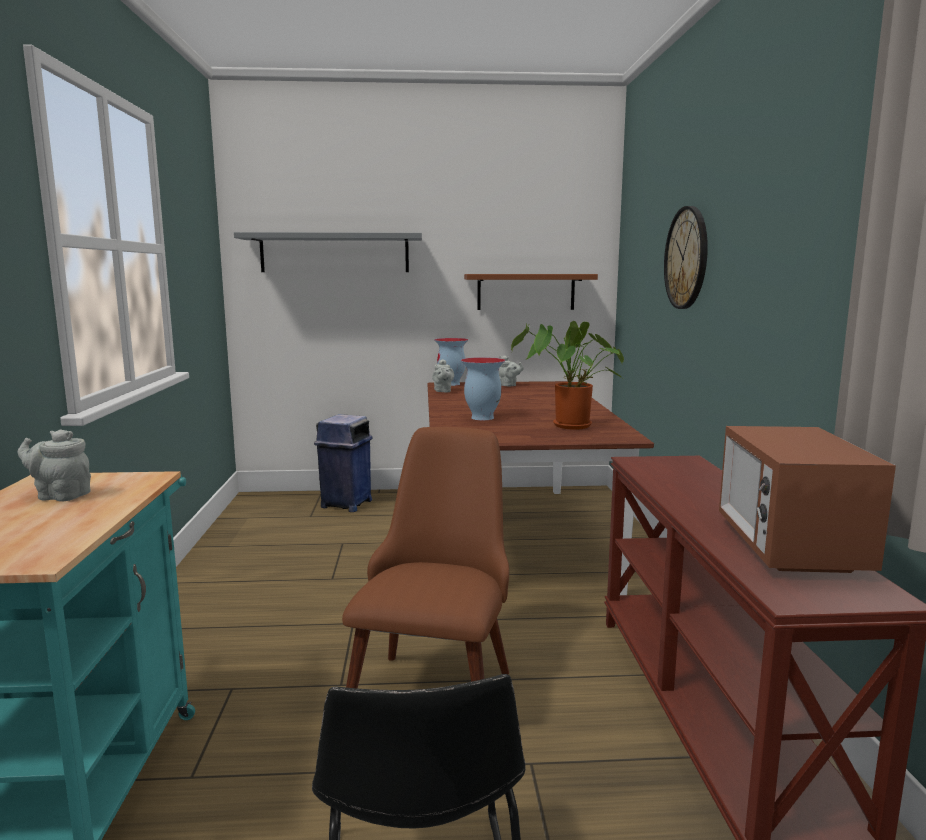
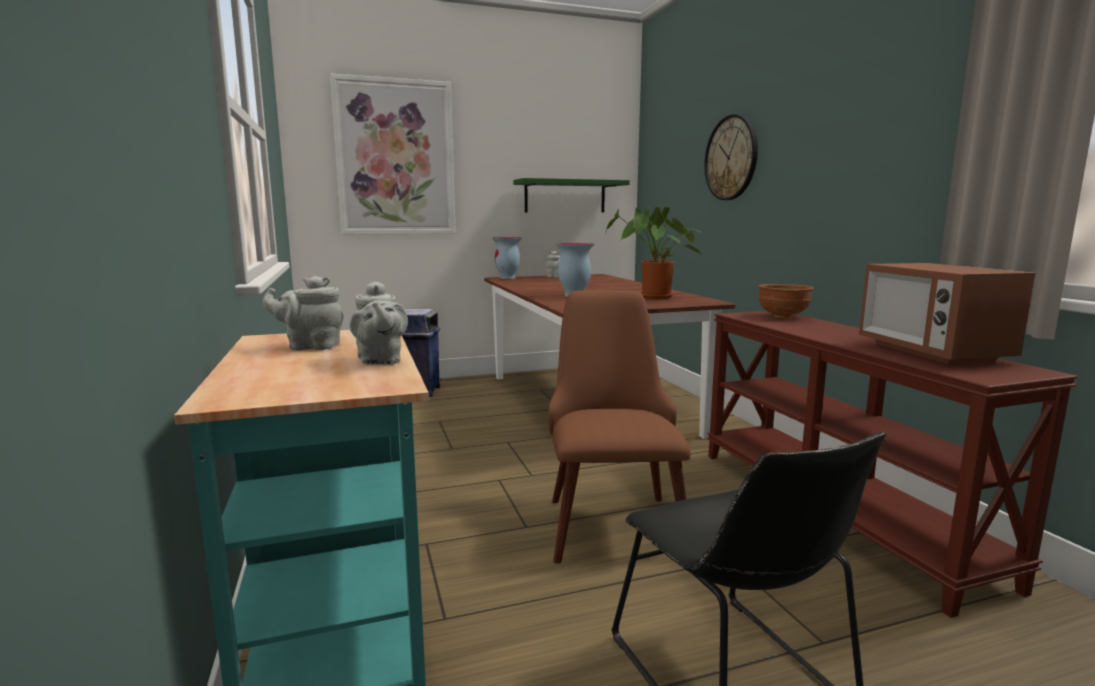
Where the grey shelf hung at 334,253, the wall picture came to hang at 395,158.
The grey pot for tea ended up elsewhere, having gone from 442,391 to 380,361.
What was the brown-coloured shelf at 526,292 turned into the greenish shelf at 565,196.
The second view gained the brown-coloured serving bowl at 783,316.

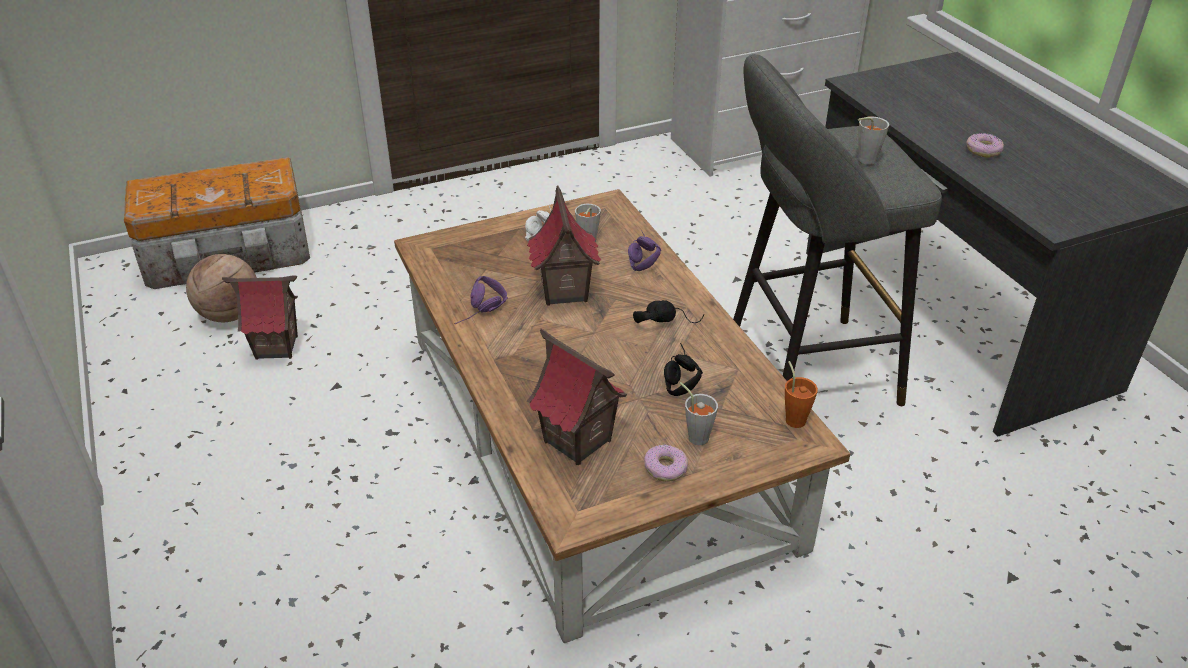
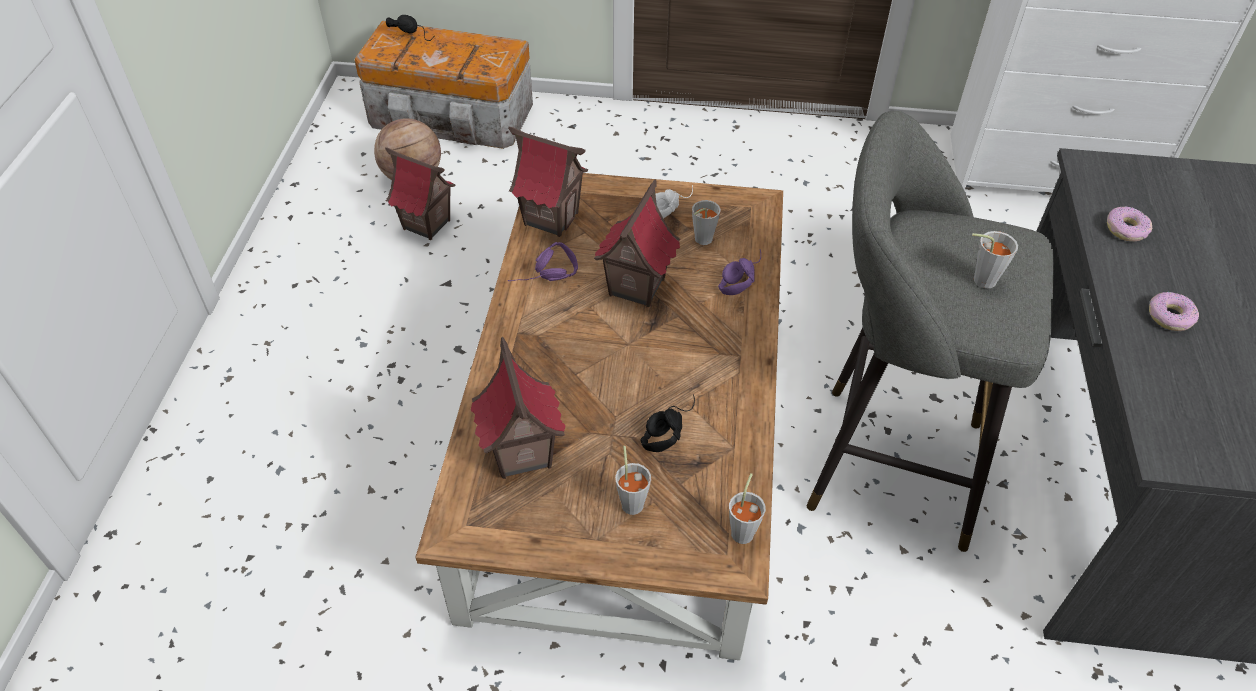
The black-coloured headset ended up elsewhere, having gone from 666,321 to 413,34.
The ring doughnut ended up elsewhere, having gone from 665,468 to 1126,229.
What was the orange-coloured cup at 794,417 turned into the grey cup at 744,529.
The second view gained the toy house at 551,218.

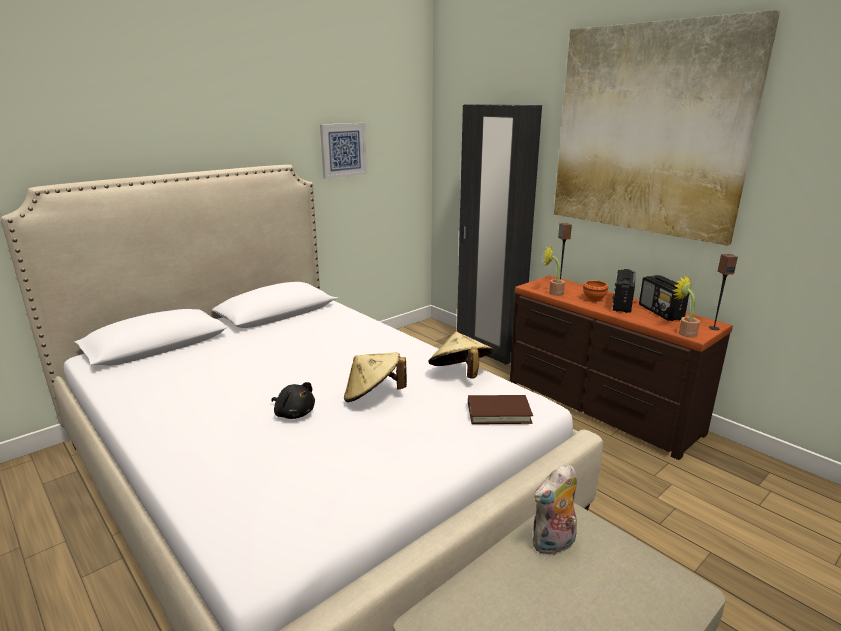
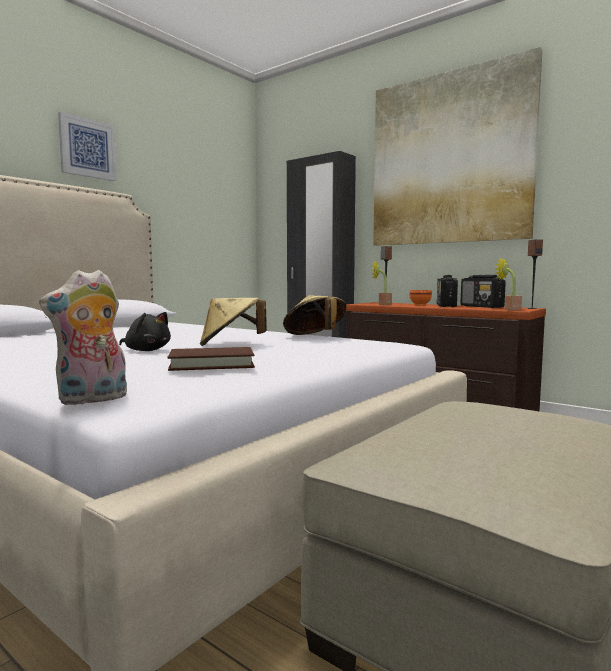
The wall picture ended up elsewhere, having gone from 343,150 to 87,148.
The brown-coloured book ended up elsewhere, having gone from 498,412 to 211,364.
The soft toy ended up elsewhere, having gone from 553,545 to 92,400.

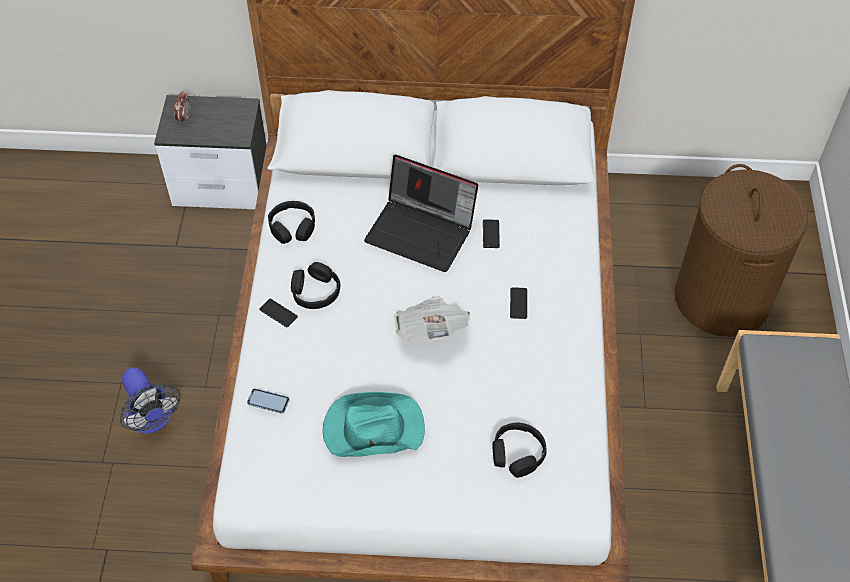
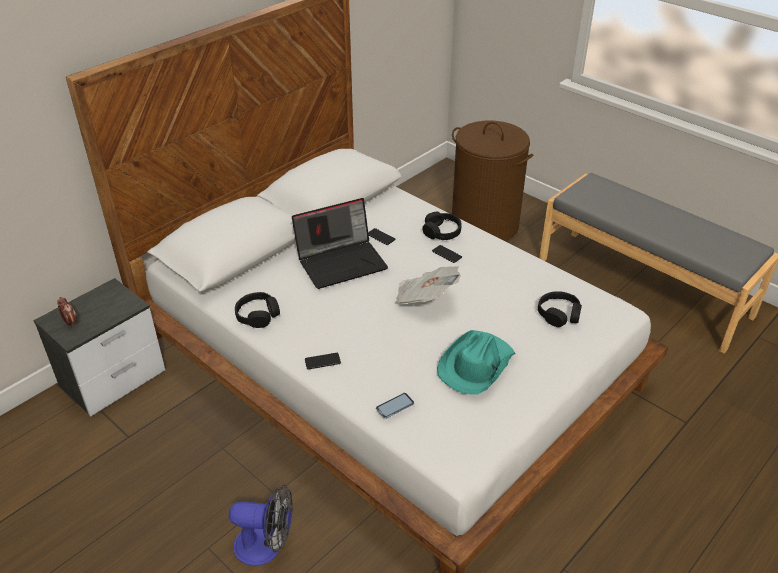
The black-coloured headset ended up elsewhere, having gone from 315,291 to 442,232.

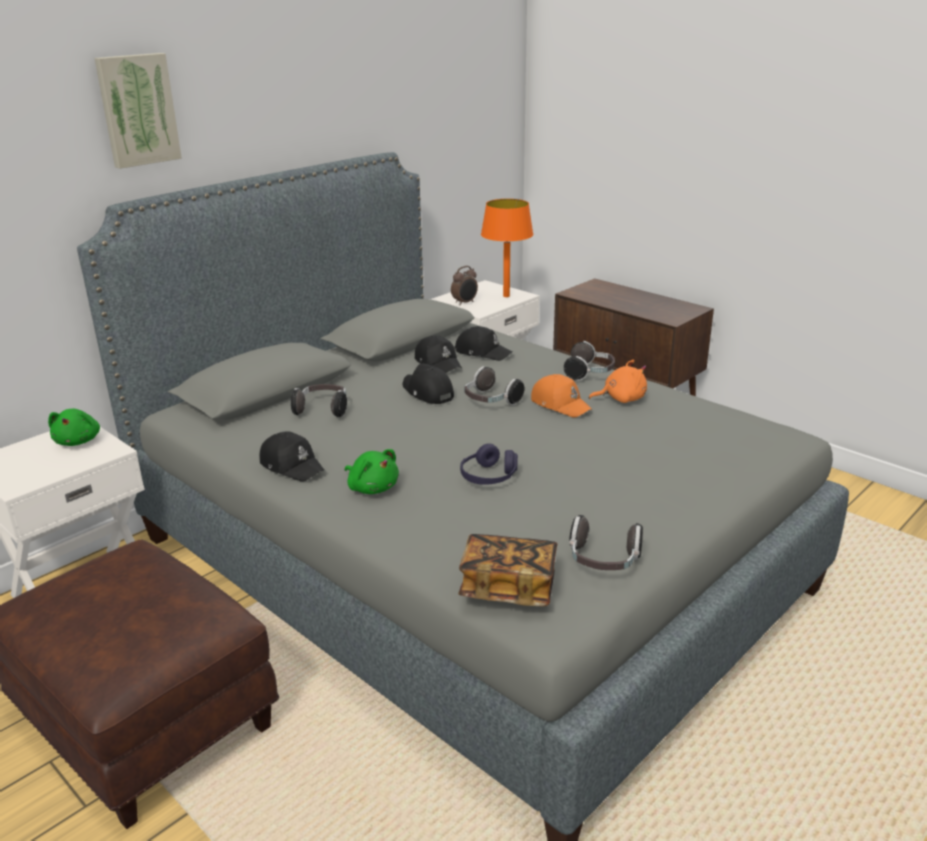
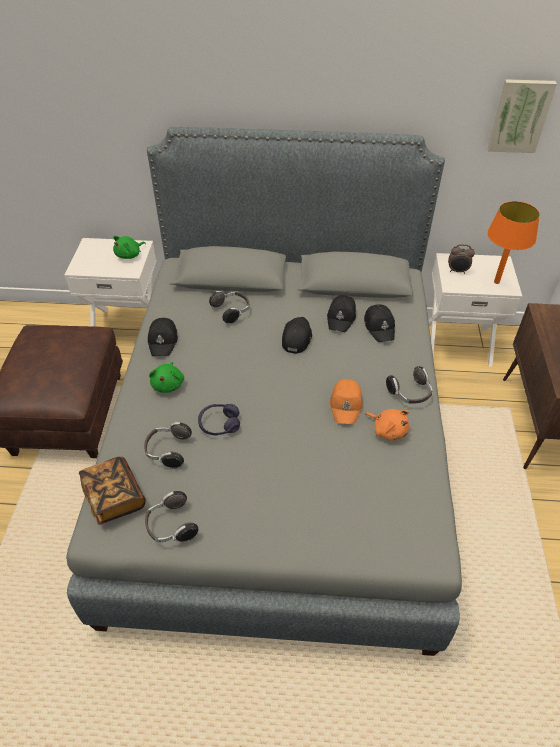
The wall picture ended up elsewhere, having gone from 137,110 to 519,116.
The headset ended up elsewhere, having gone from 490,401 to 168,451.

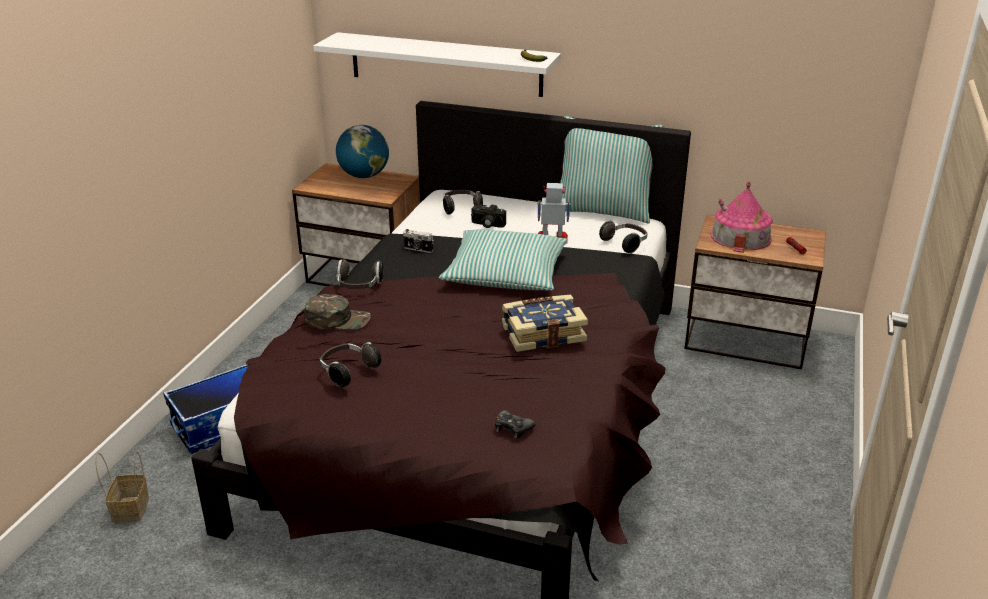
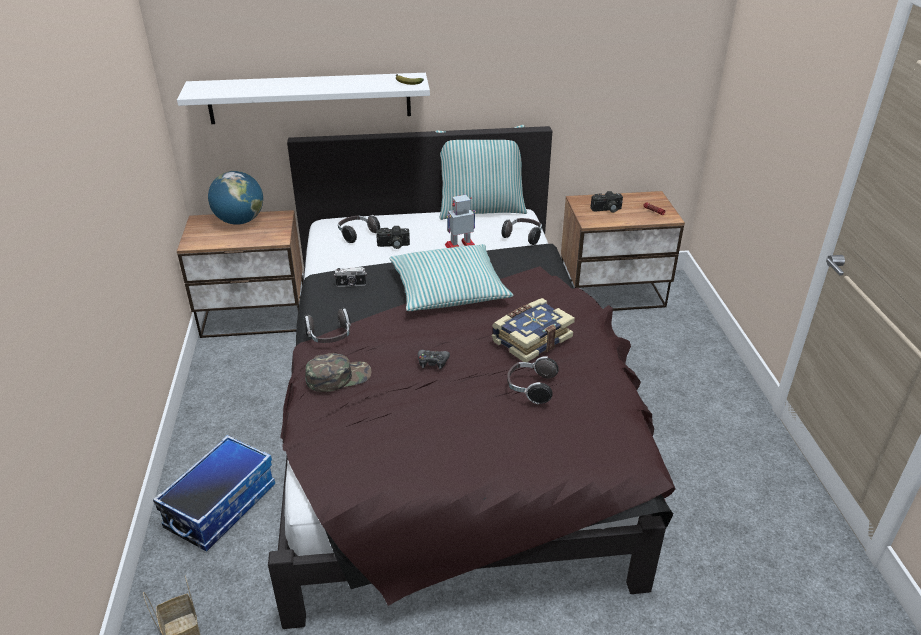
The headset ended up elsewhere, having gone from 348,371 to 530,388.
The black-coloured game controller ended up elsewhere, having gone from 513,428 to 432,362.
Where the toy house stood at 740,236, the photo camera came to stand at 606,210.

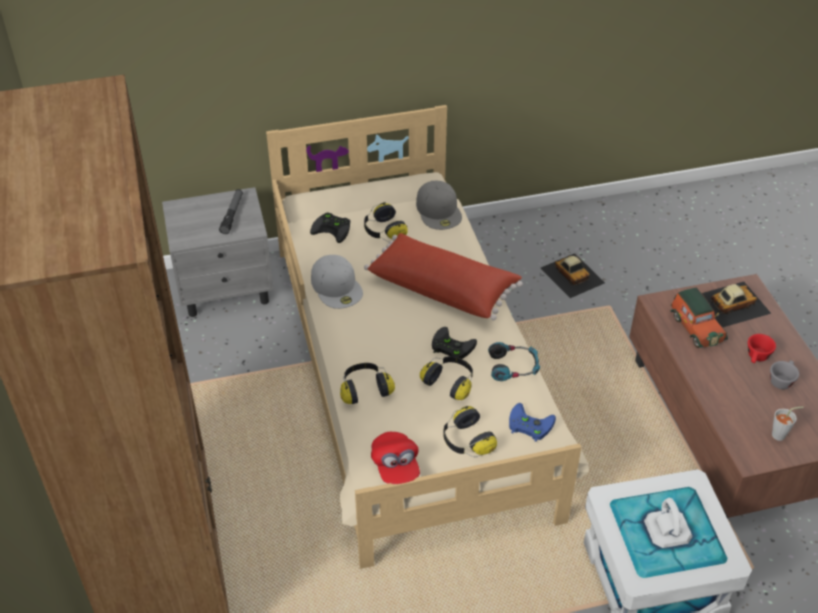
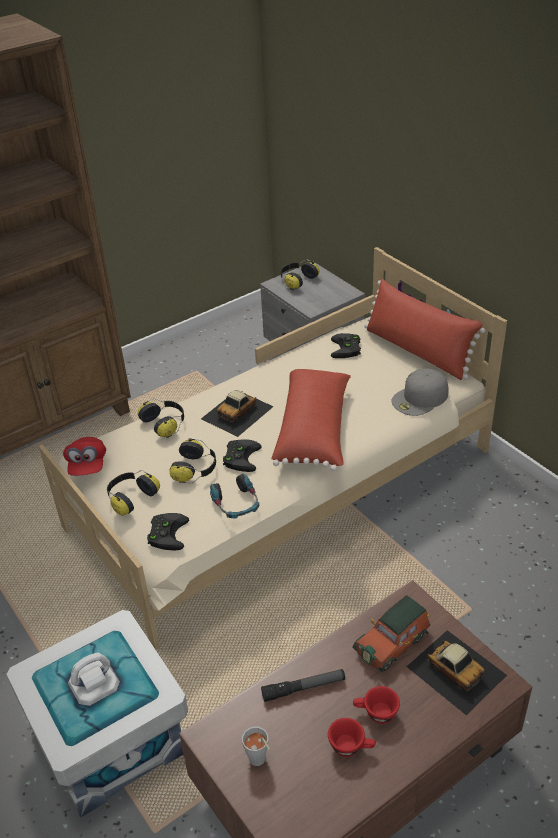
The torch ended up elsewhere, having gone from 232,214 to 303,688.
The second view lost the white-coloured baseball cap at 337,286.
The headset ended up elsewhere, having gone from 383,231 to 297,280.
The red-coloured baseball cap at 395,466 ended up facing another way, 60 degrees counterclockwise from before.
What was the blue game controller at 528,425 turned into the black-coloured game controller at 166,533.
The model car ended up elsewhere, having gone from 572,275 to 237,412.
What was the grey cup at 781,380 turned into the red-coloured cup at 351,746.
The second view gained the red-coloured cushion at 417,351.

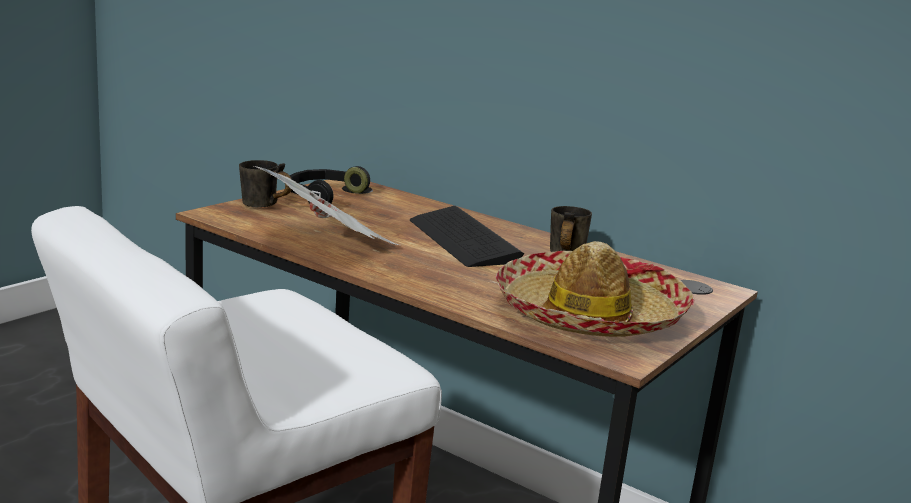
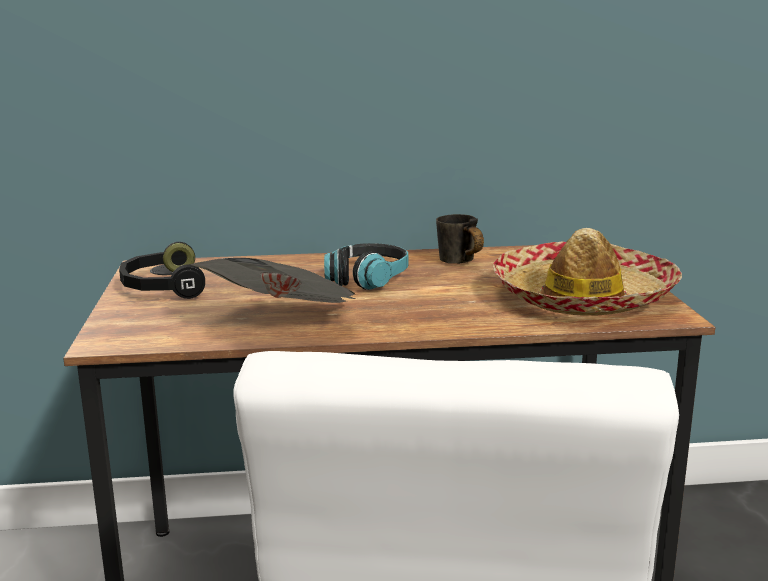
The second view lost the grey mug at 262,208.
Where the PC keyboard stood at 463,240, the headset came to stand at 367,279.

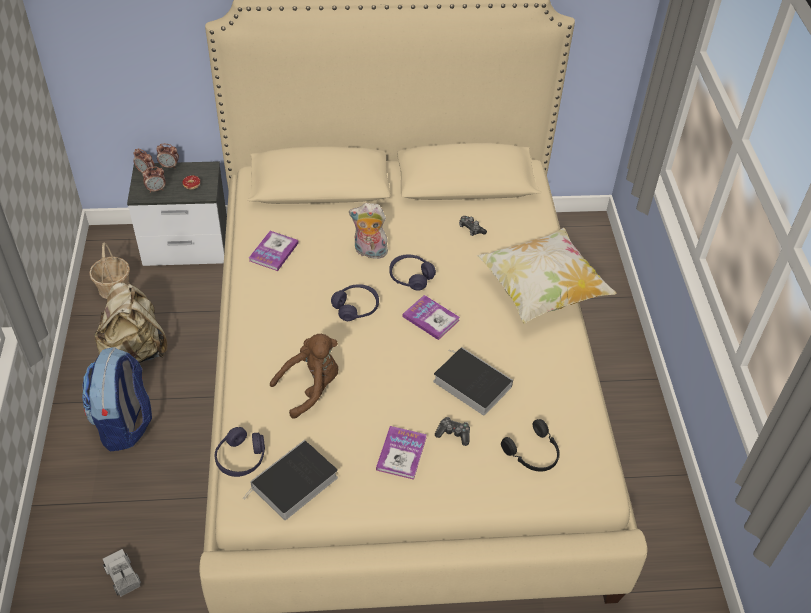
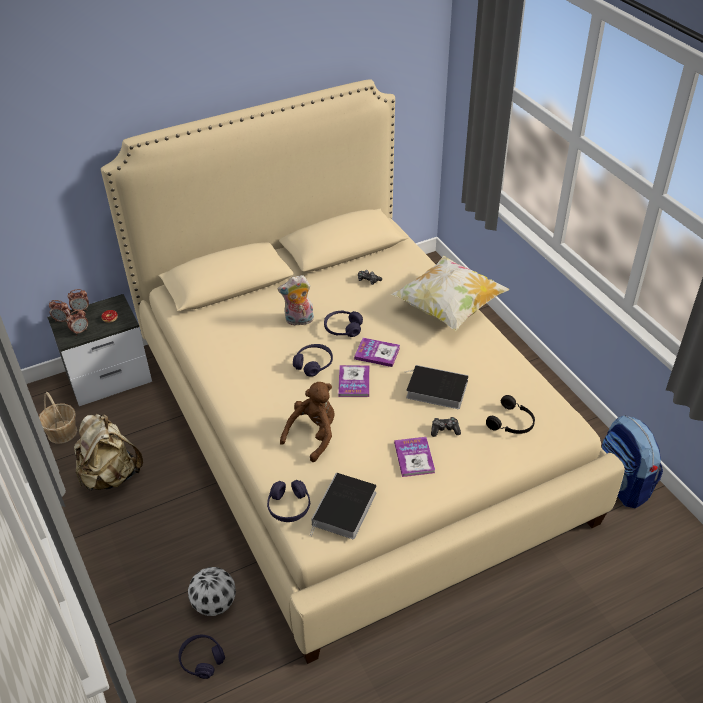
The backpack ended up elsewhere, having gone from 125,424 to 622,485.
Where the toy truck stood at 123,577, the purple headset came to stand at 202,660.
The book ended up elsewhere, having gone from 273,252 to 354,382.
The second view gained the football ball at 214,604.

